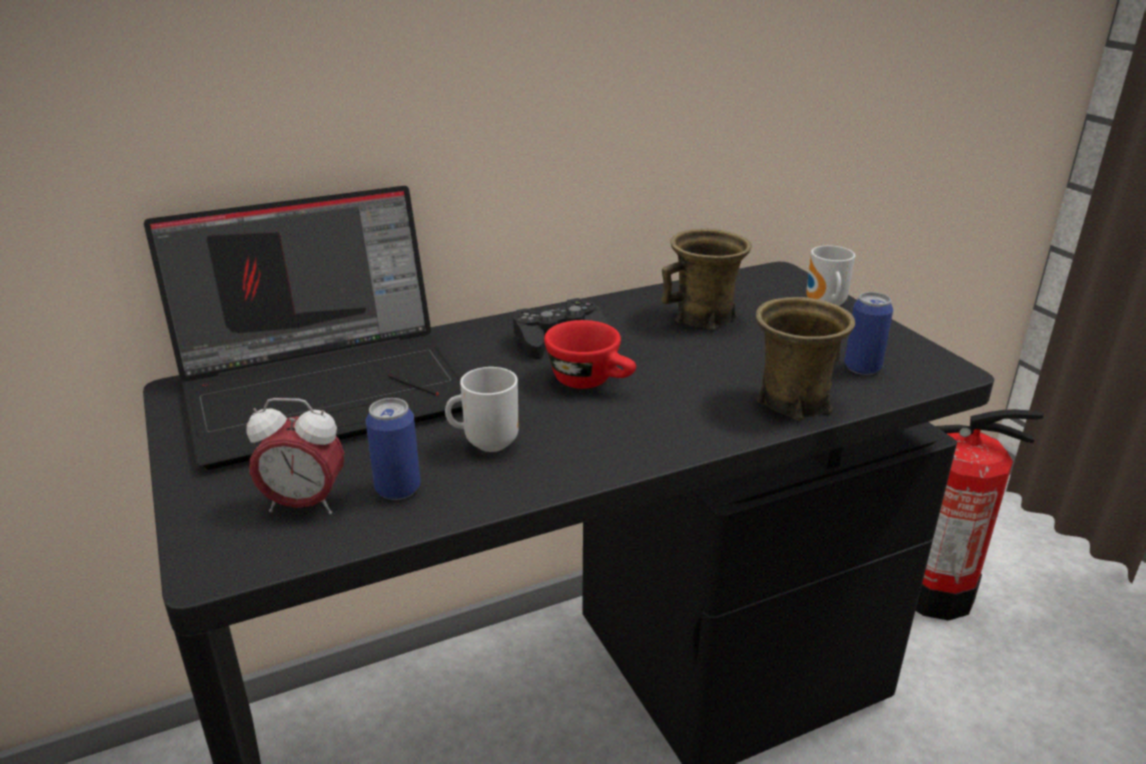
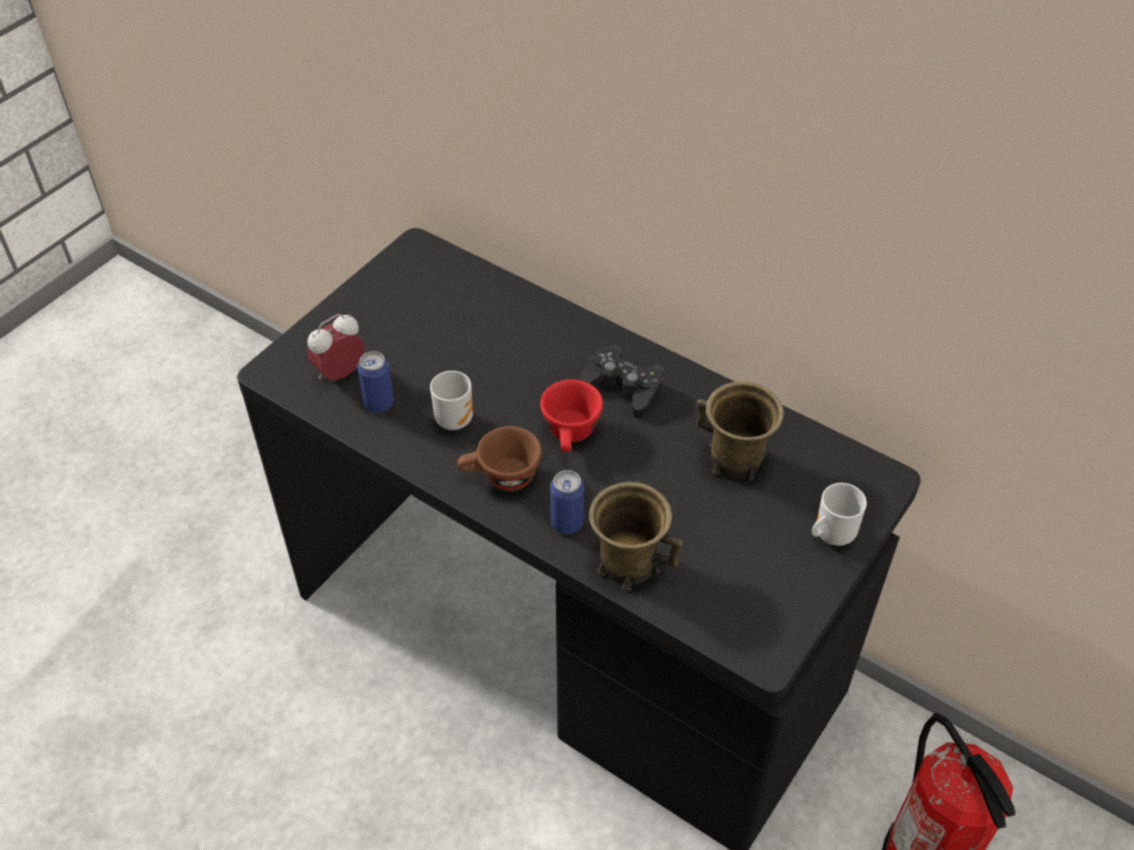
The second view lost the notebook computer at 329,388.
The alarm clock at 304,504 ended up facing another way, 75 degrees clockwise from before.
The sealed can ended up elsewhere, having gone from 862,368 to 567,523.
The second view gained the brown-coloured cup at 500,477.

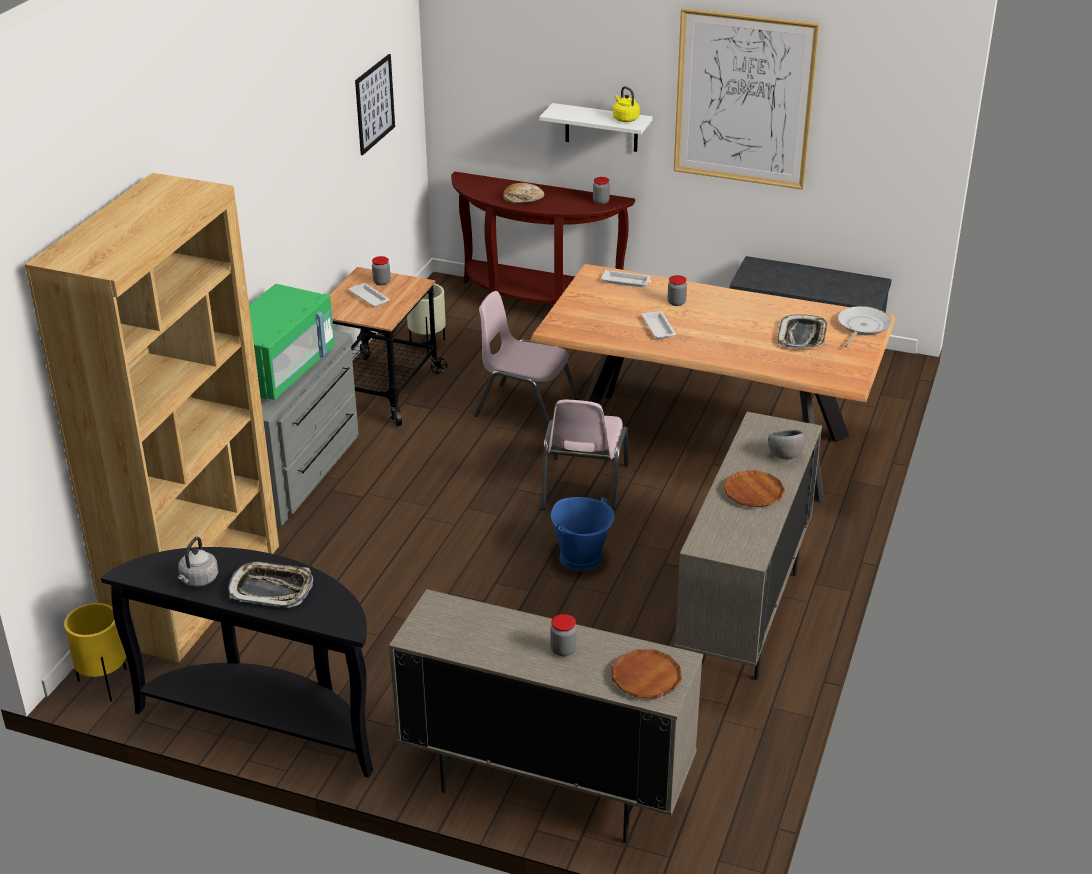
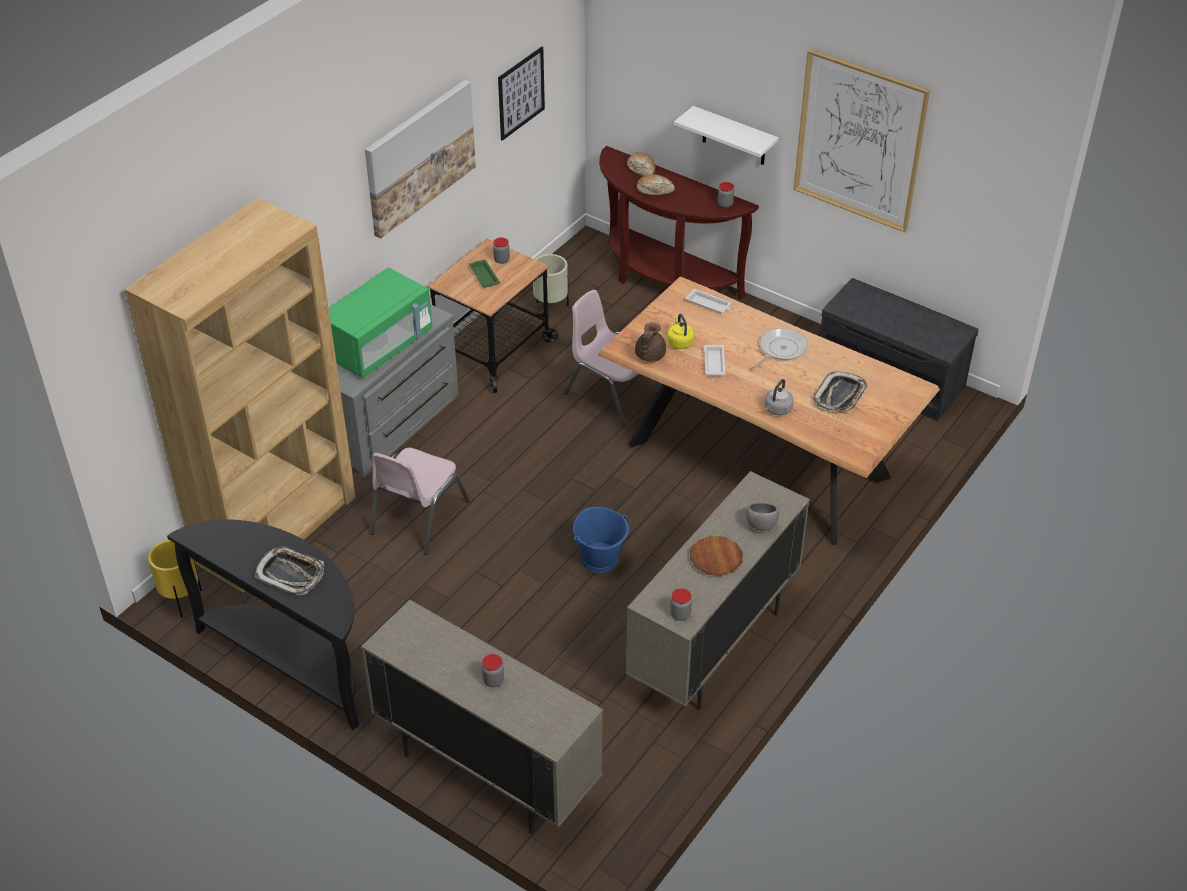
The grey water kettle ended up elsewhere, having gone from 198,580 to 777,410.
What was the white-coloured tray at 368,297 turned into the greenish tray at 484,276.
The pink-coloured plain chair ended up elsewhere, having gone from 583,487 to 418,517.
The second view lost the brown-coloured dinner plate at 646,678.
The yellow-coloured water kettle ended up elsewhere, having gone from 625,119 to 679,342.
The preserve jar ended up elsewhere, having gone from 676,302 to 680,614.
The skillet ended up elsewhere, having gone from 862,327 to 780,349.
The second view gained the wall picture at 419,157.
The second view gained the bakery bread at 642,169.
The second view gained the brown-coloured pot for tea at 649,356.

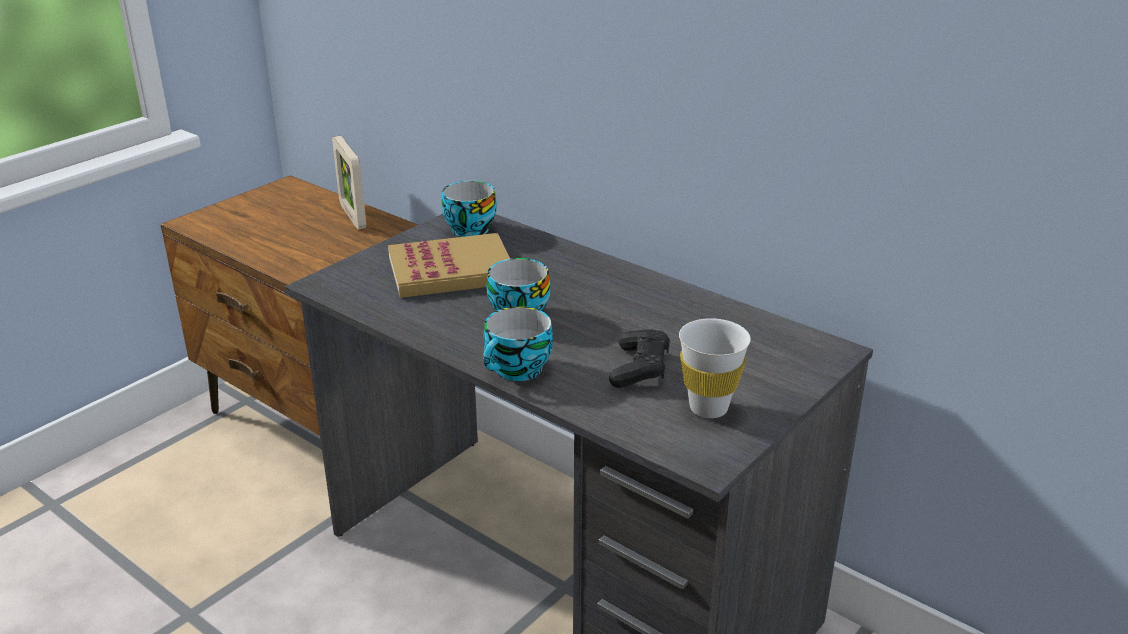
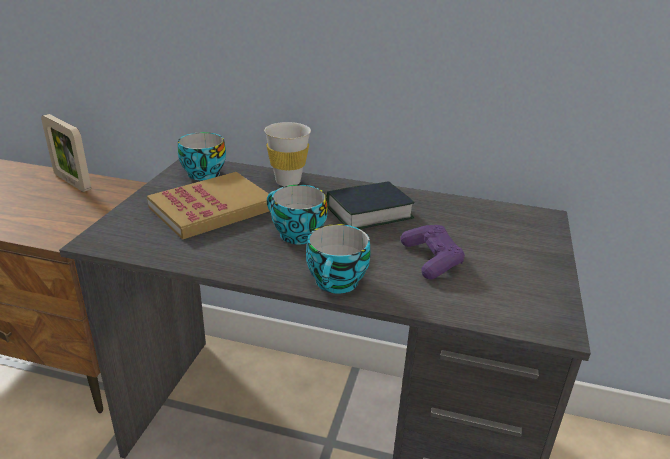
What was the black-coloured game controller at 639,368 turned into the purple game controller at 431,259.
The white-coloured cup ended up elsewhere, having gone from 708,408 to 288,181.
The second view gained the book at 369,213.

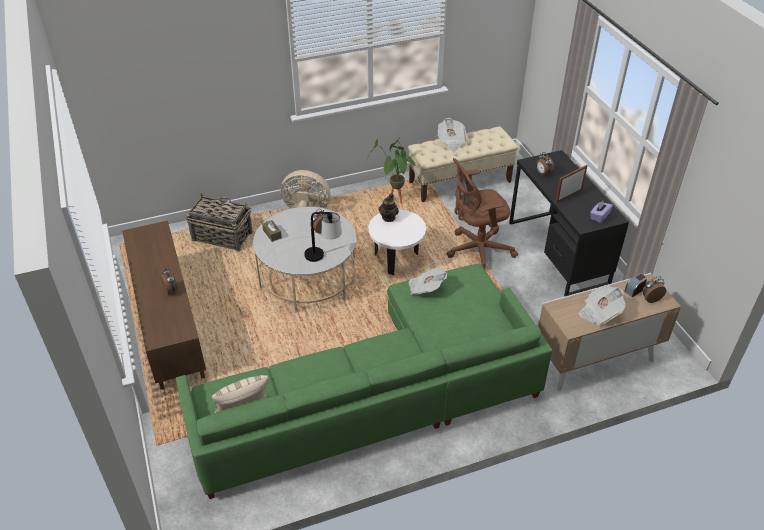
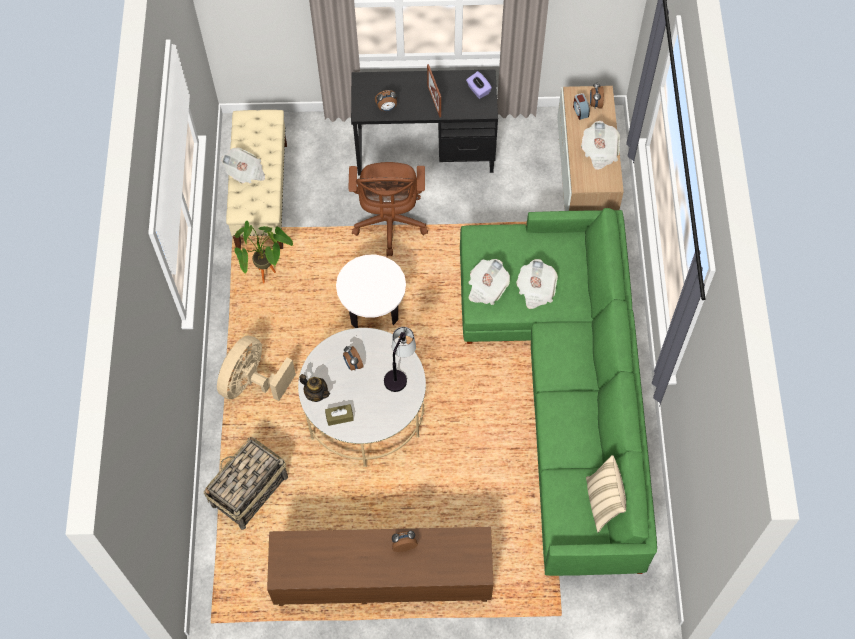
The pot for tea ended up elsewhere, having gone from 388,217 to 316,394.
The second view gained the newspaper at 535,290.

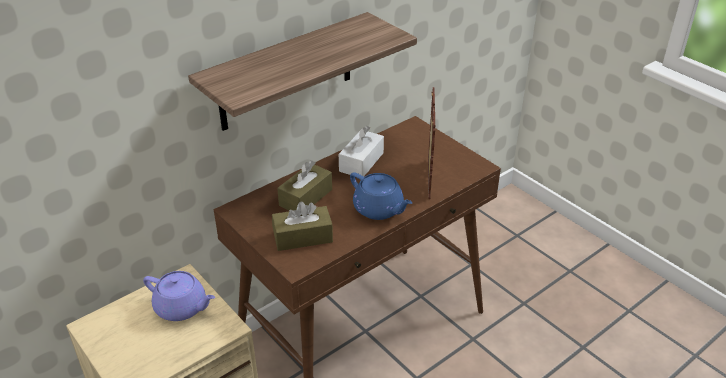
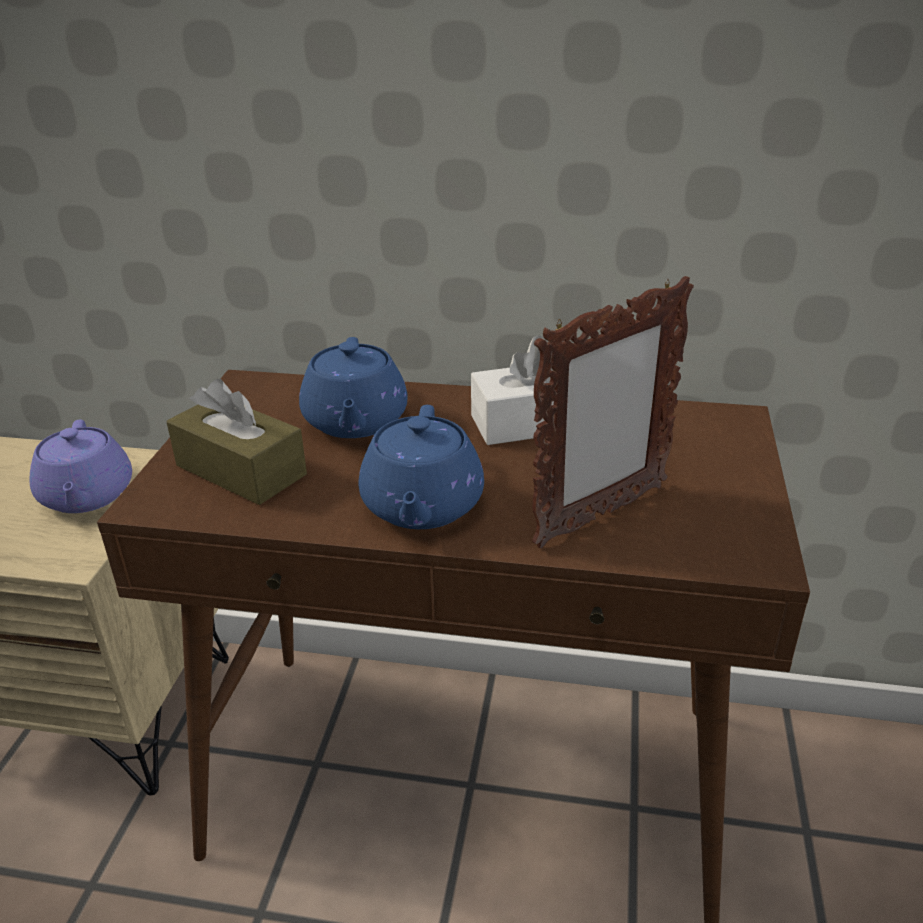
The second view lost the shelf at 286,72.
Where the brown-coloured box of tissues stood at 306,197, the blue pot for tea came to stand at 355,422.

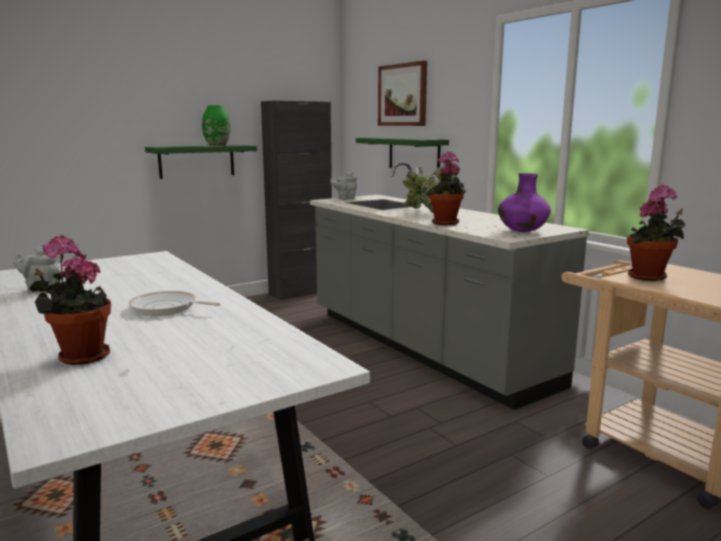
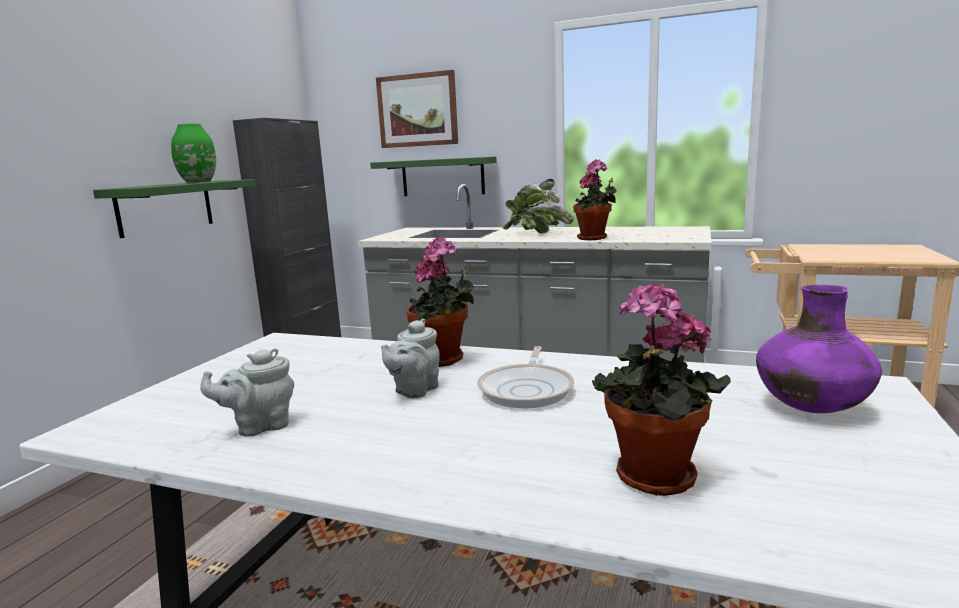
The skillet at 167,308 ended up facing another way, 60 degrees counterclockwise from before.
The grey pot for tea ended up elsewhere, having gone from 345,199 to 414,391.
The purple flower vase ended up elsewhere, having gone from 522,231 to 811,408.
The houseplant ended up elsewhere, having gone from 649,278 to 444,360.

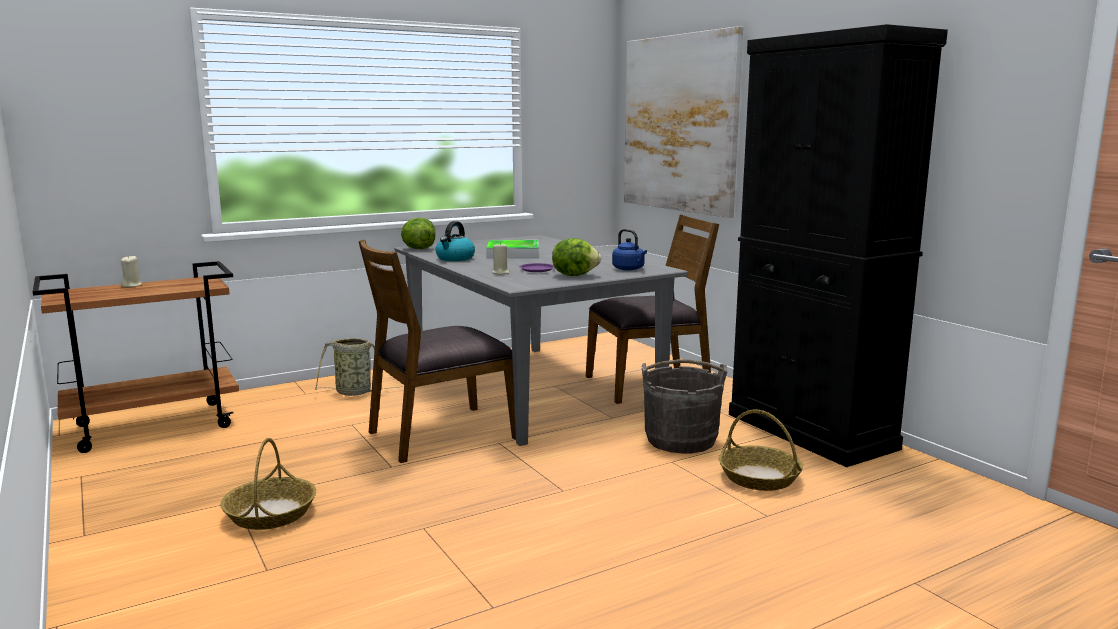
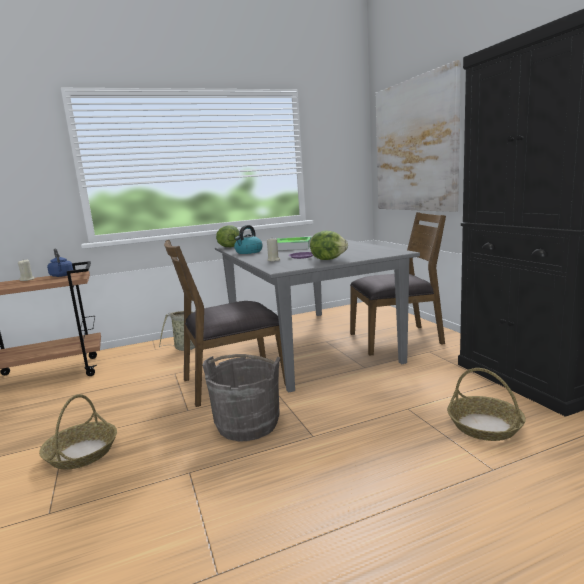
The blue water kettle ended up elsewhere, having gone from 629,269 to 62,276.
The grey pail ended up elsewhere, having gone from 680,440 to 247,424.

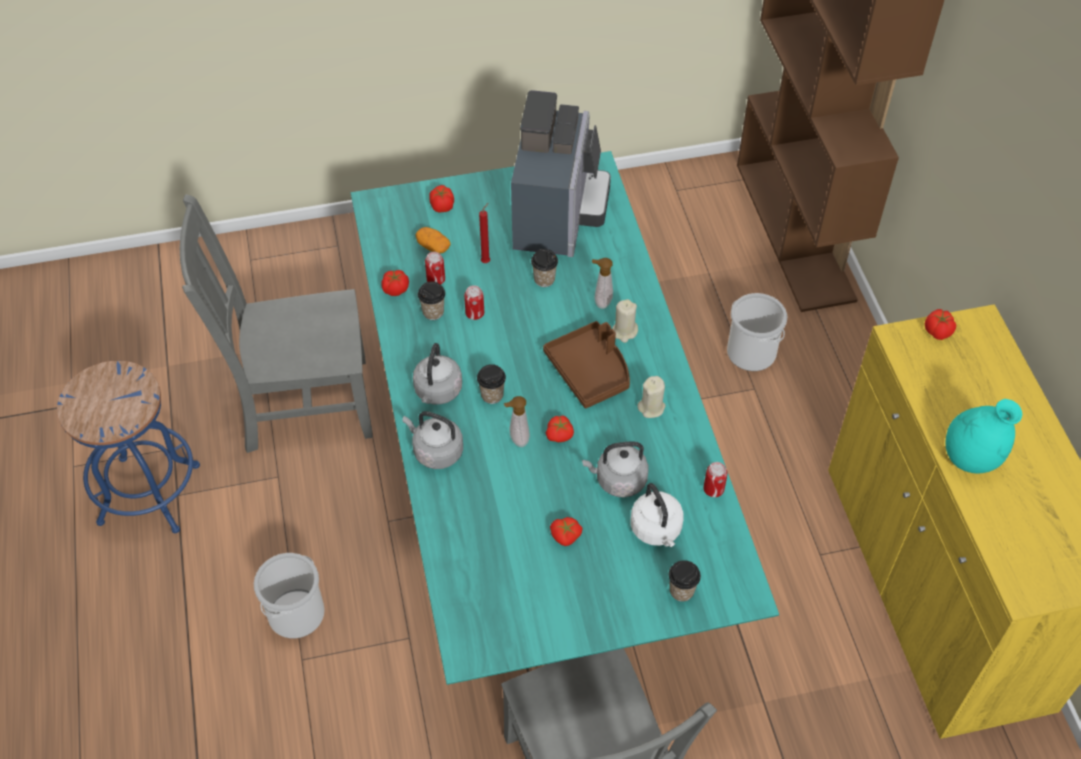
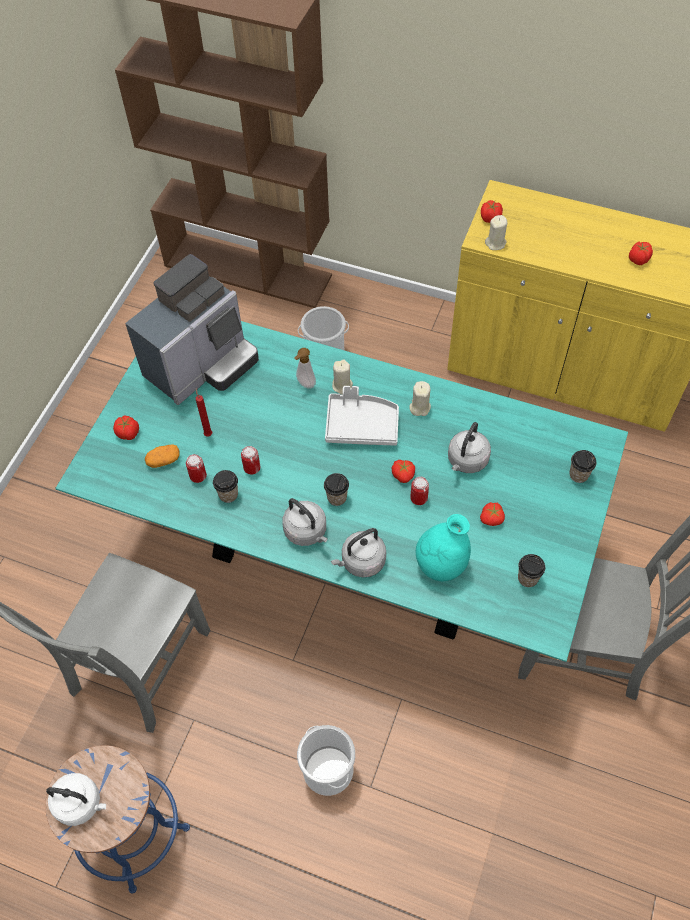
The tomato ended up elsewhere, having gone from 395,290 to 638,259.
The second view lost the soap dispenser at 517,439.
The coffee maker at 558,214 ended up facing another way, 90 degrees clockwise from before.
The cup ended up elsewhere, having gone from 544,279 to 527,578.
What was the brown-coloured tray at 590,371 turned into the grey tray at 361,425.
The white-coloured water kettle ended up elsewhere, having gone from 657,530 to 81,803.
The sealed can ended up elsewhere, having gone from 713,489 to 419,498.
The turquoise-coloured flower vase ended up elsewhere, having gone from 970,459 to 441,565.
The second view gained the beige candle at 495,243.

